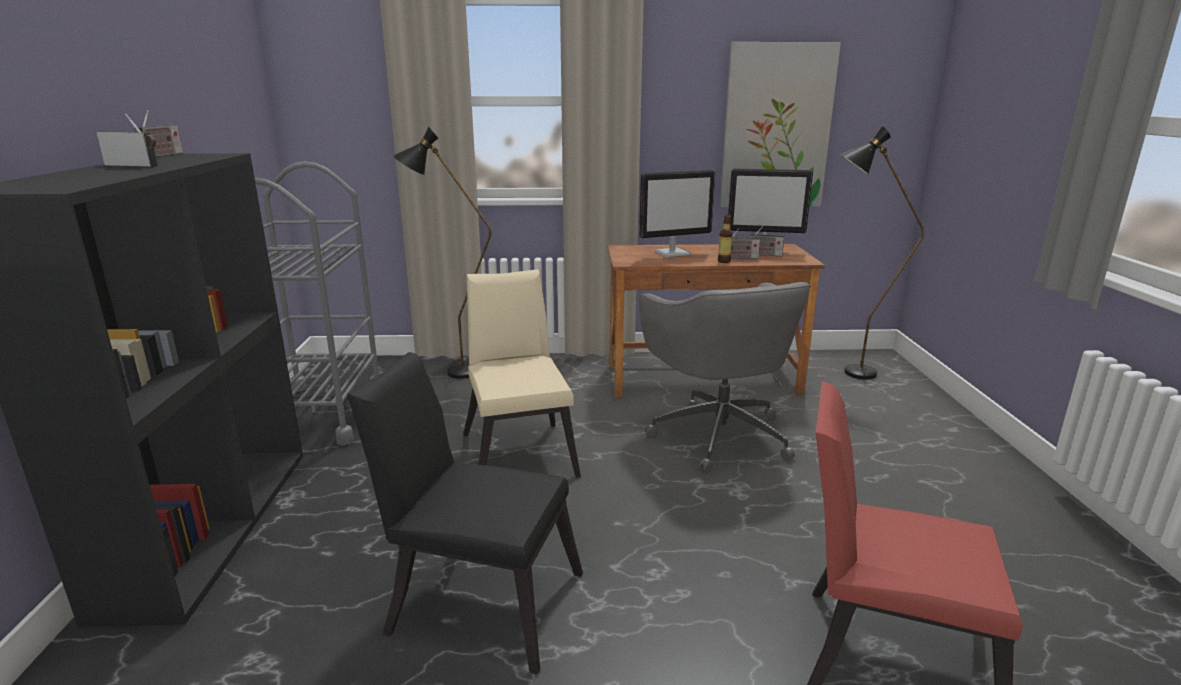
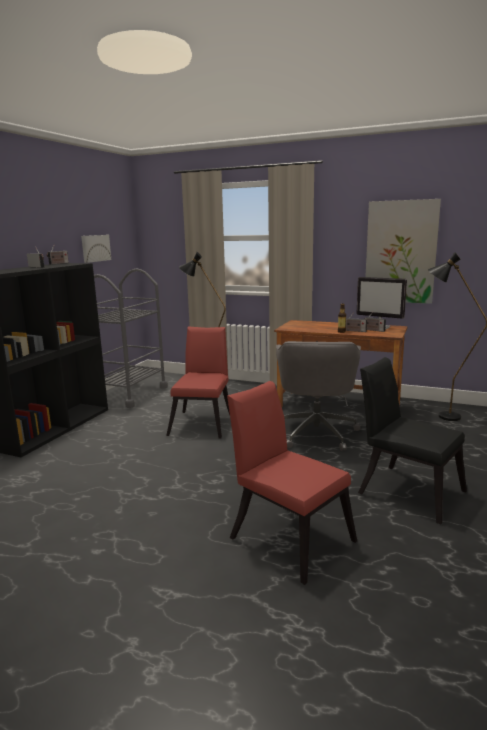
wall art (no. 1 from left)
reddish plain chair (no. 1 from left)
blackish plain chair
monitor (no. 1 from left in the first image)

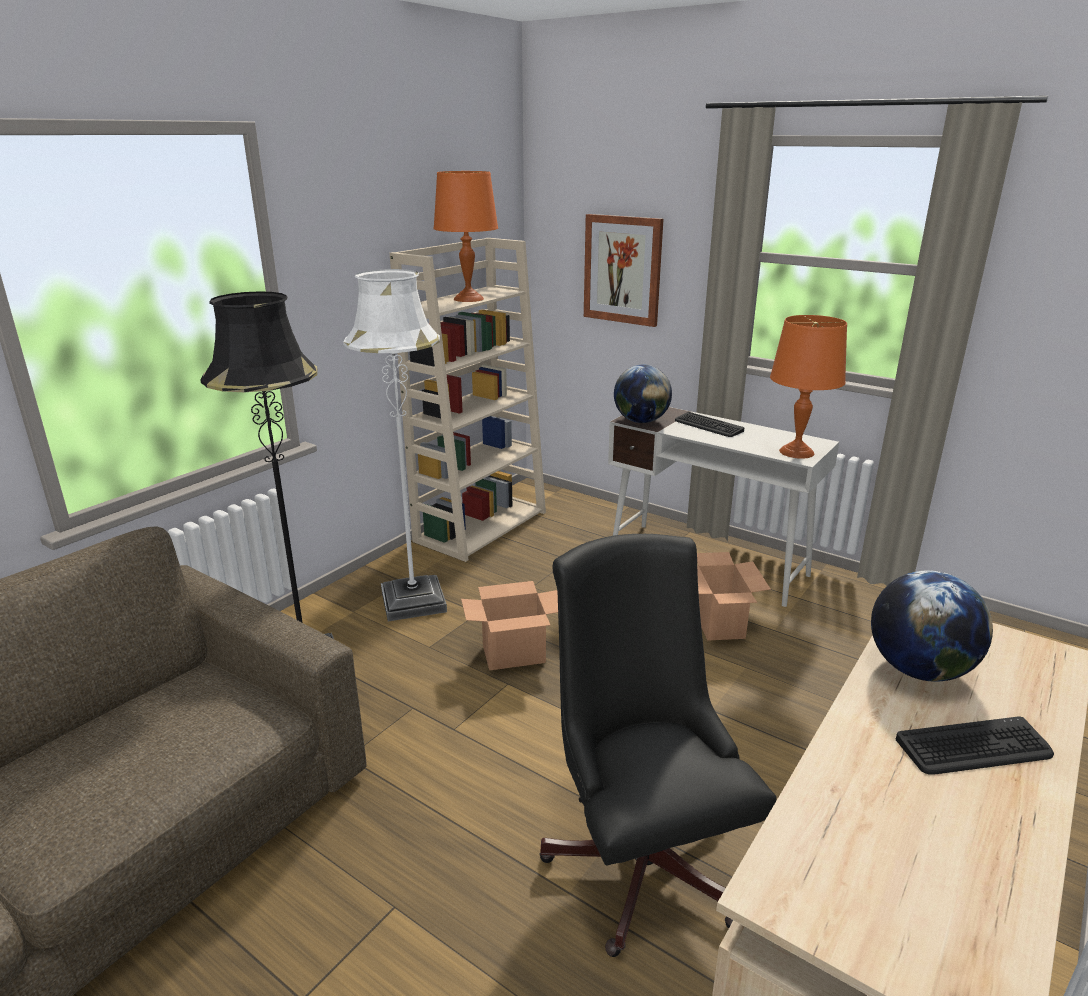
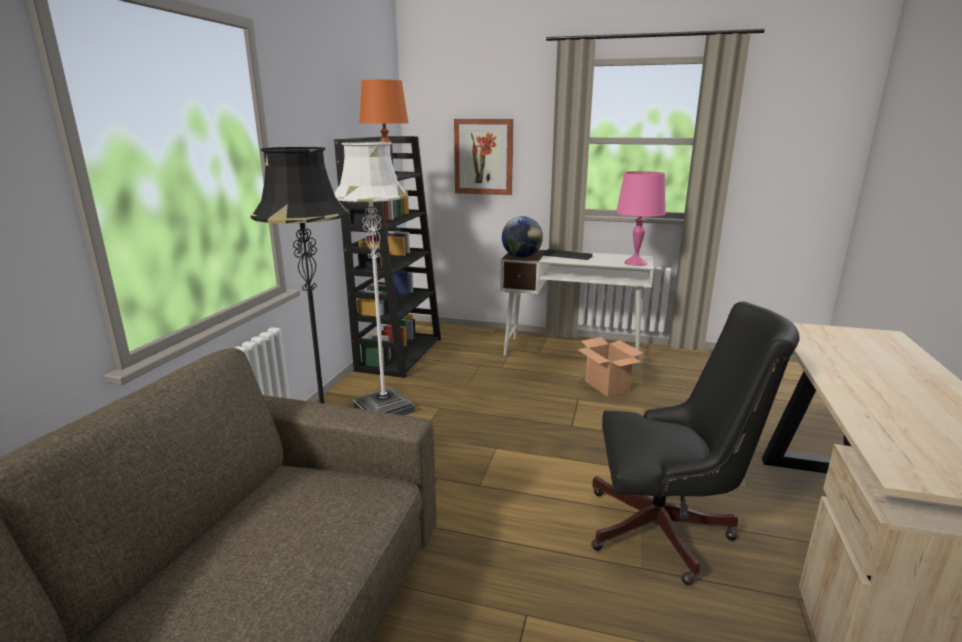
blackish bookcase
blackish desk chair
pink tabletop lamp
cardboard box (no. 1 from left in the first image)
globe (no. 2 from left in the first image)
computer keyboard (no. 2 from left in the first image)

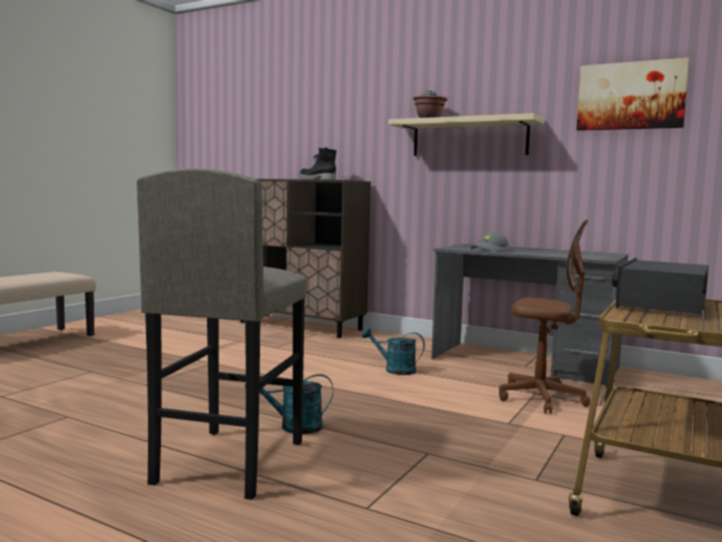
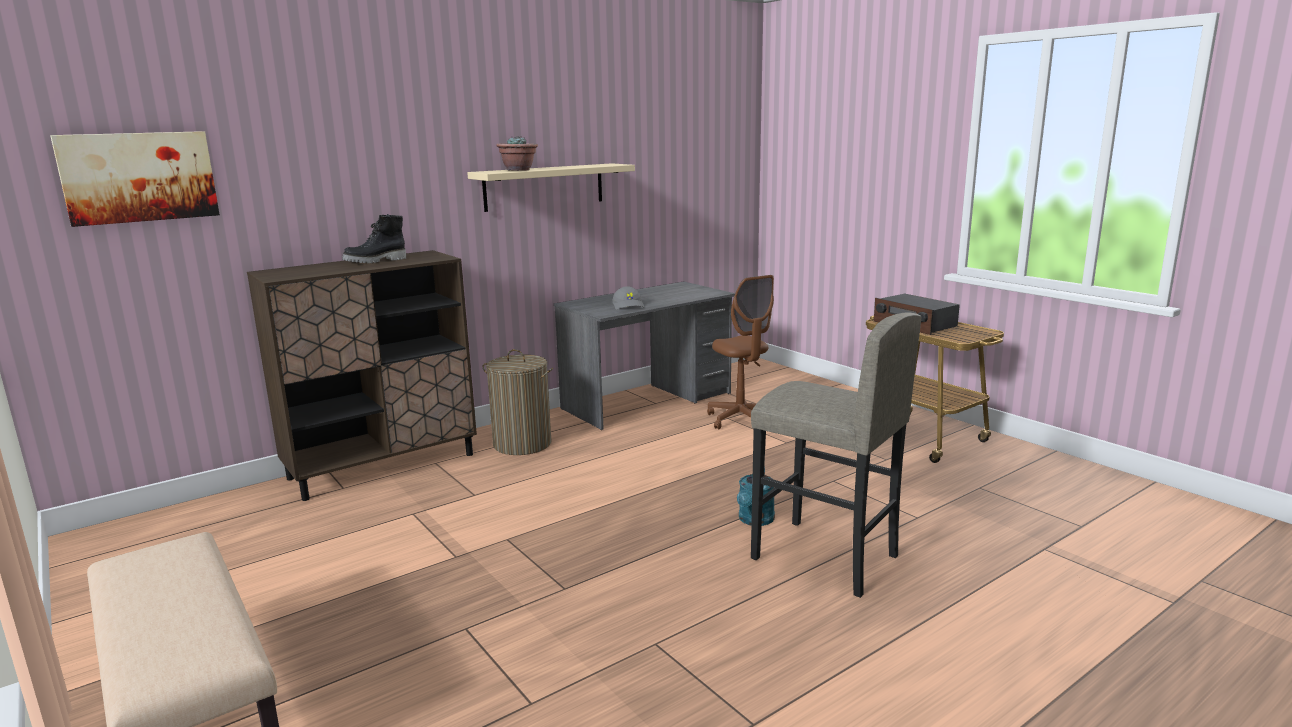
wall art
hamper
brown-coloured desk chair
turquoise sprinkling can (no. 2 from left in the first image)

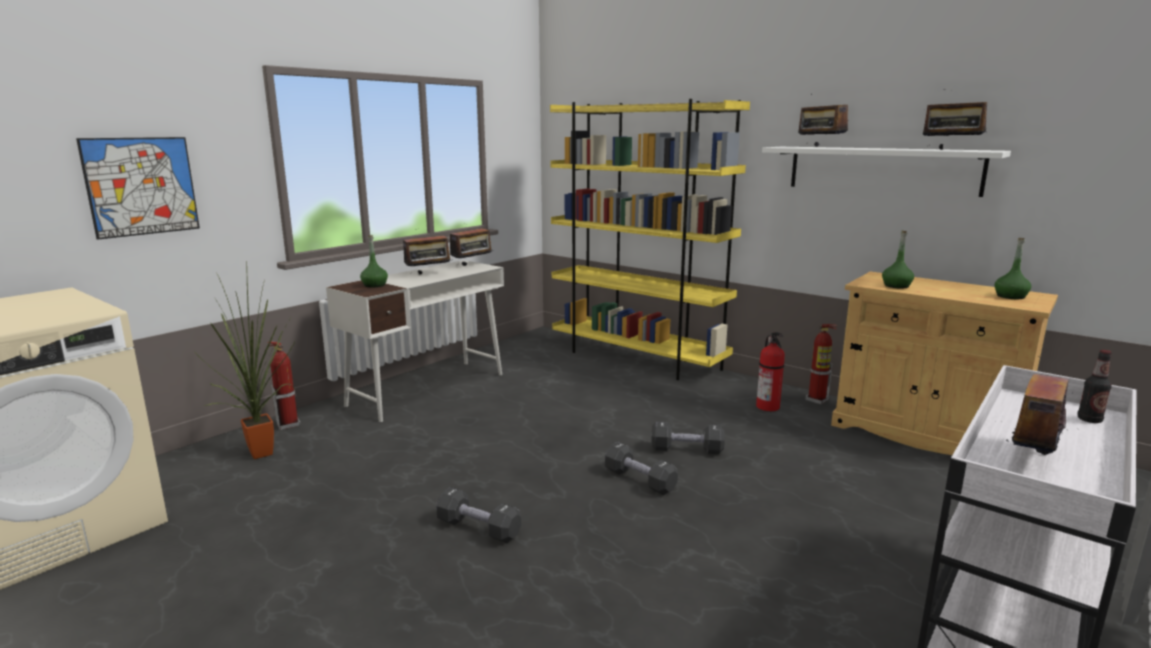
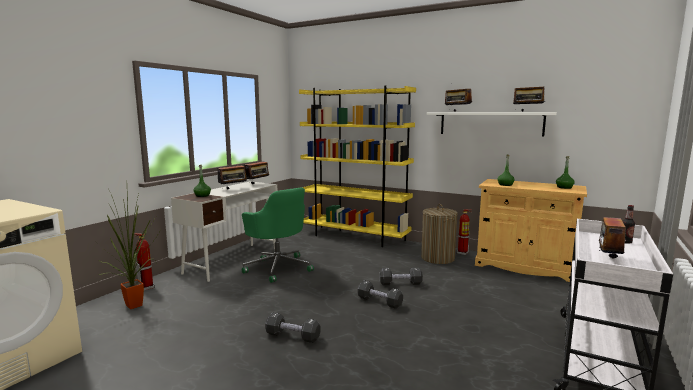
green-coloured desk chair
hamper
wall art

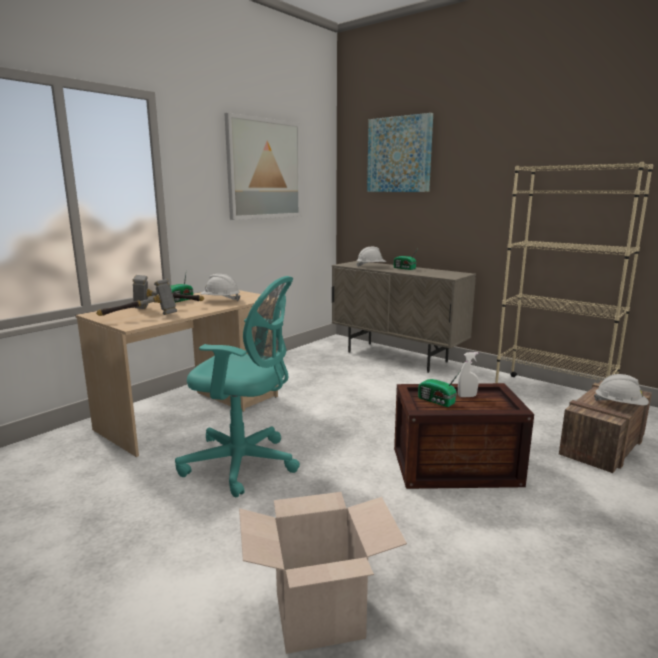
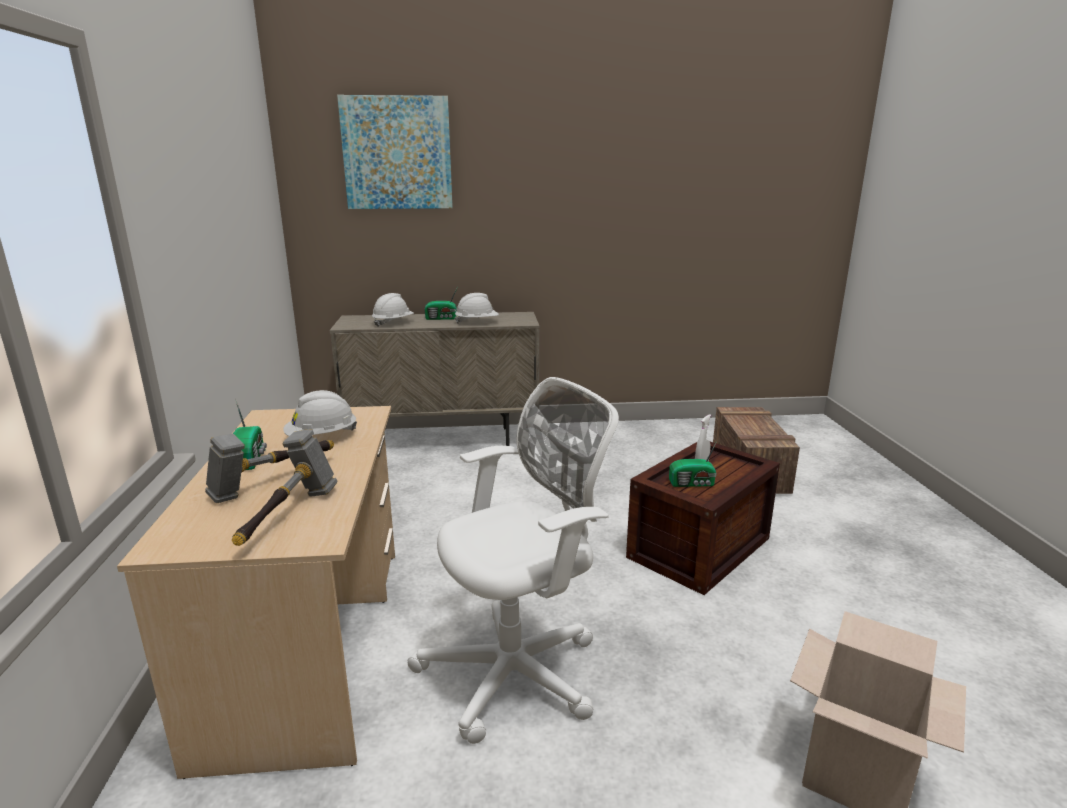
whitish desk chair
whitish hard hat (no. 3 from left)
wall art (no. 1 from left in the first image)
beige bookcase

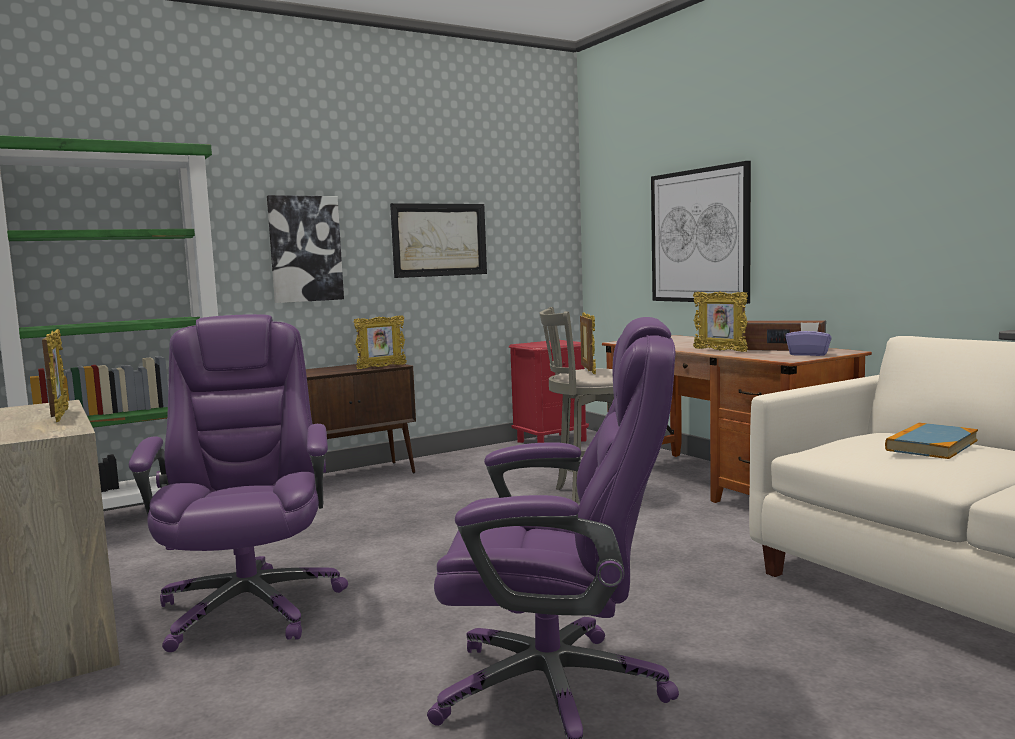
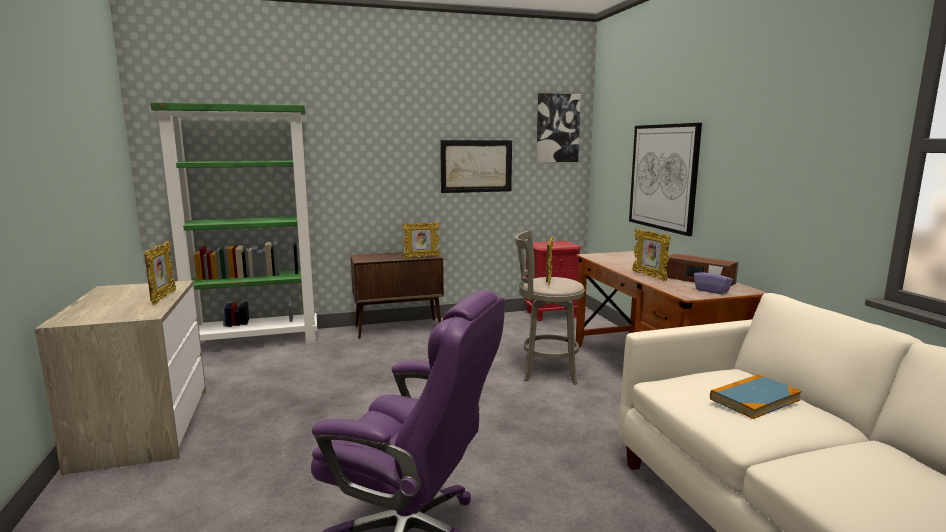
wall art (no. 2 from left)
purple-coloured desk chair (no. 1 from left in the first image)

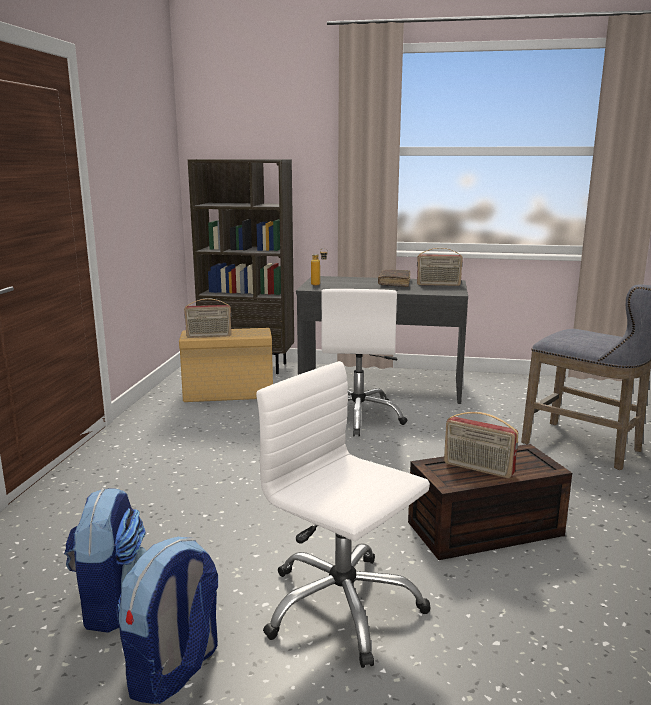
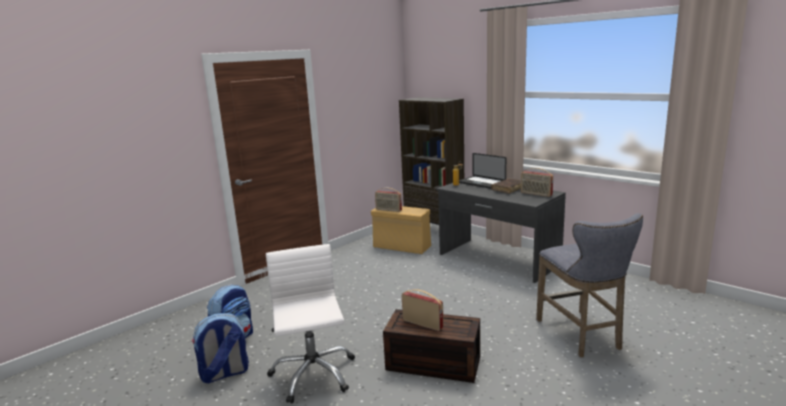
radio receiver (no. 2 from left)
notebook computer
whitish desk chair (no. 2 from left in the first image)

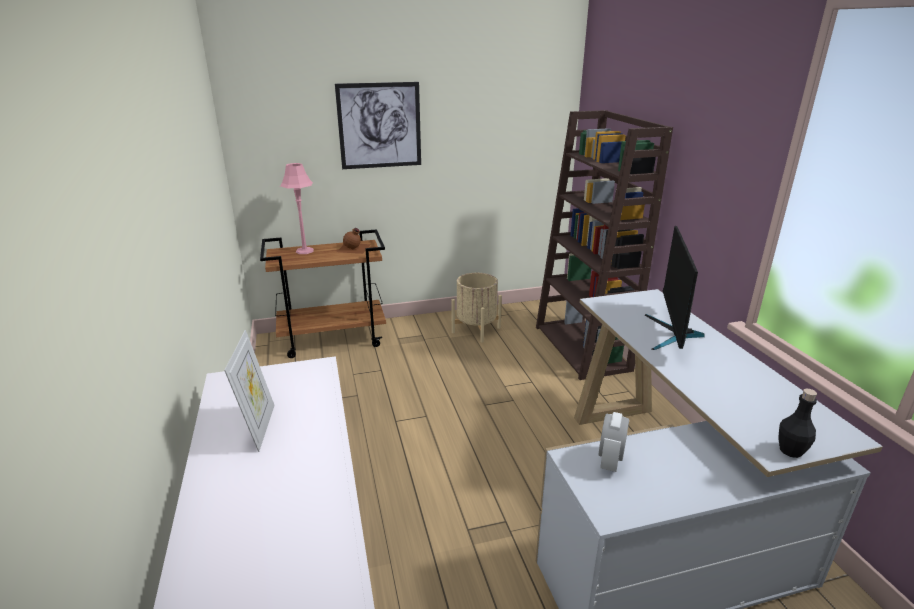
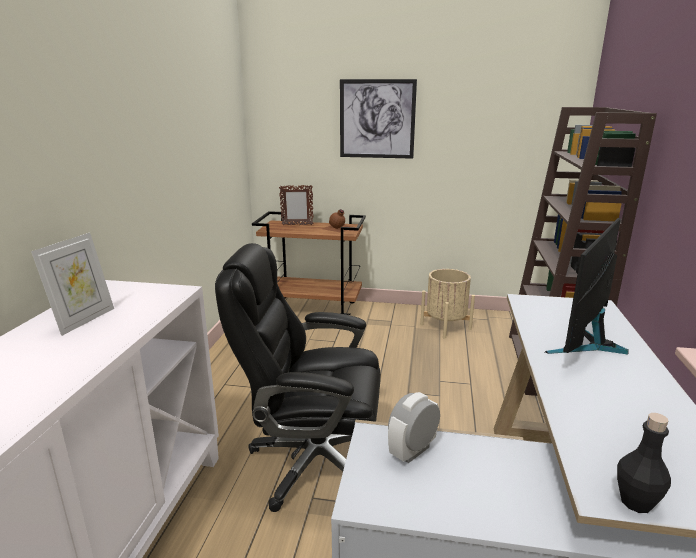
blackish desk chair
photo frame (no. 2 from left)

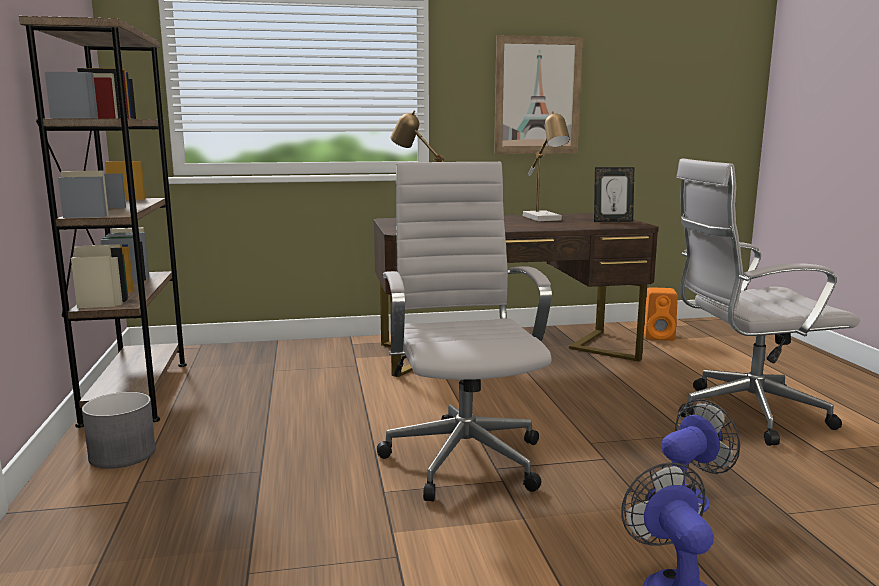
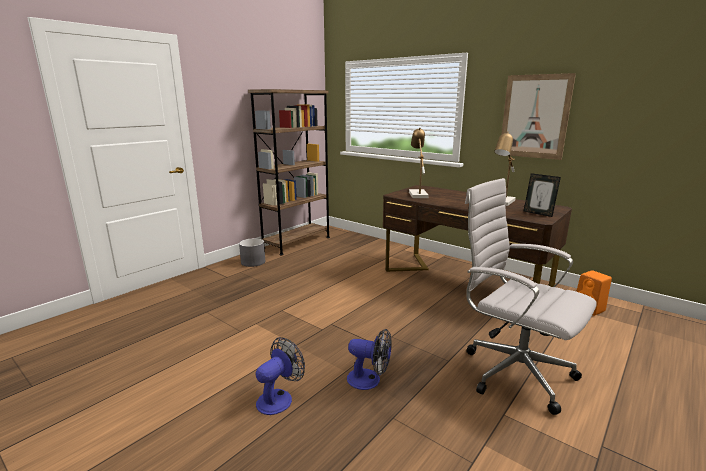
whitish desk chair (no. 1 from left in the first image)

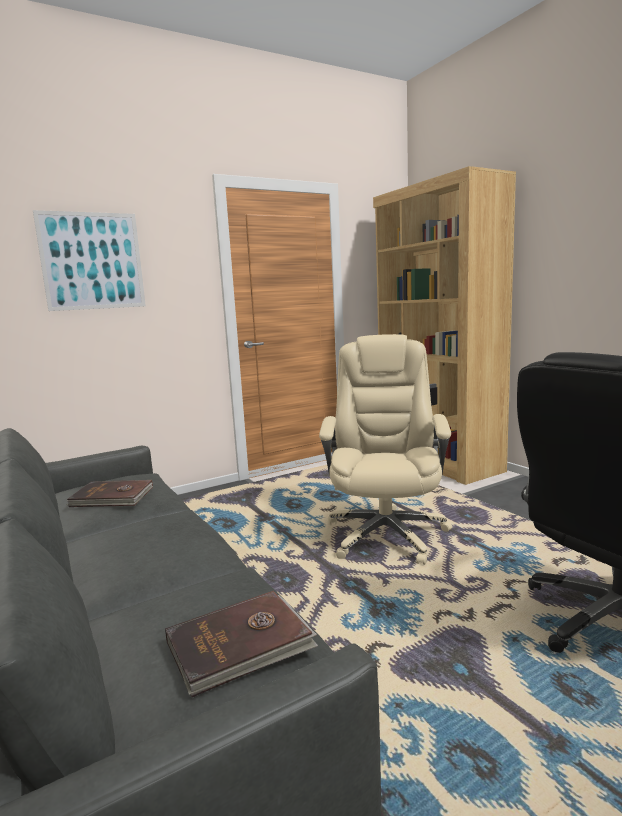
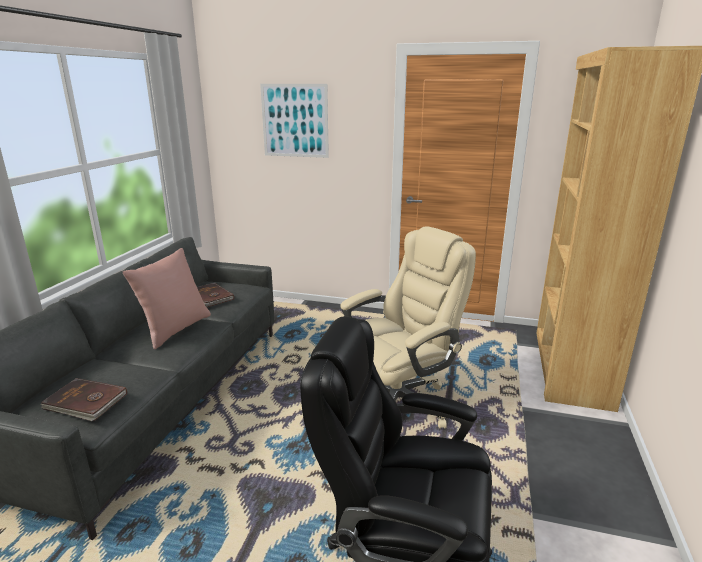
pink throw pillow

